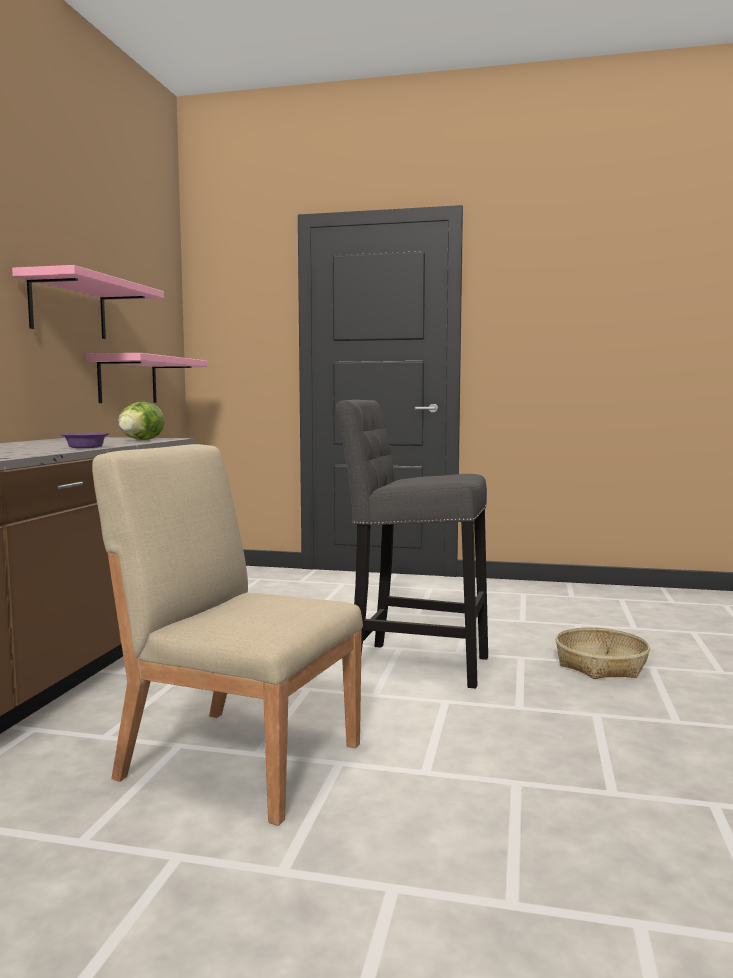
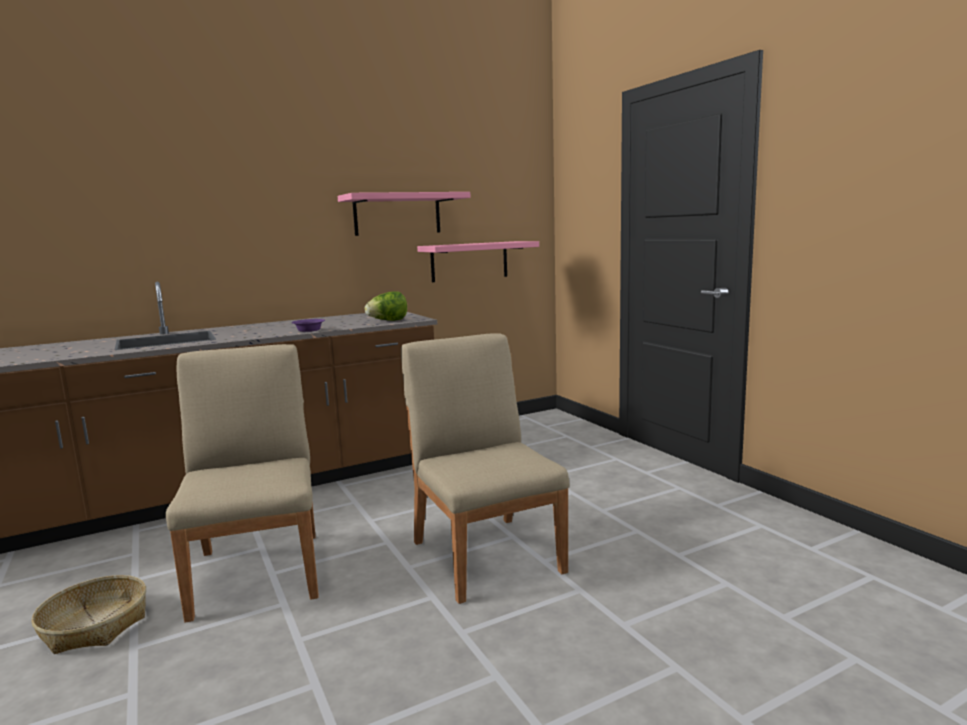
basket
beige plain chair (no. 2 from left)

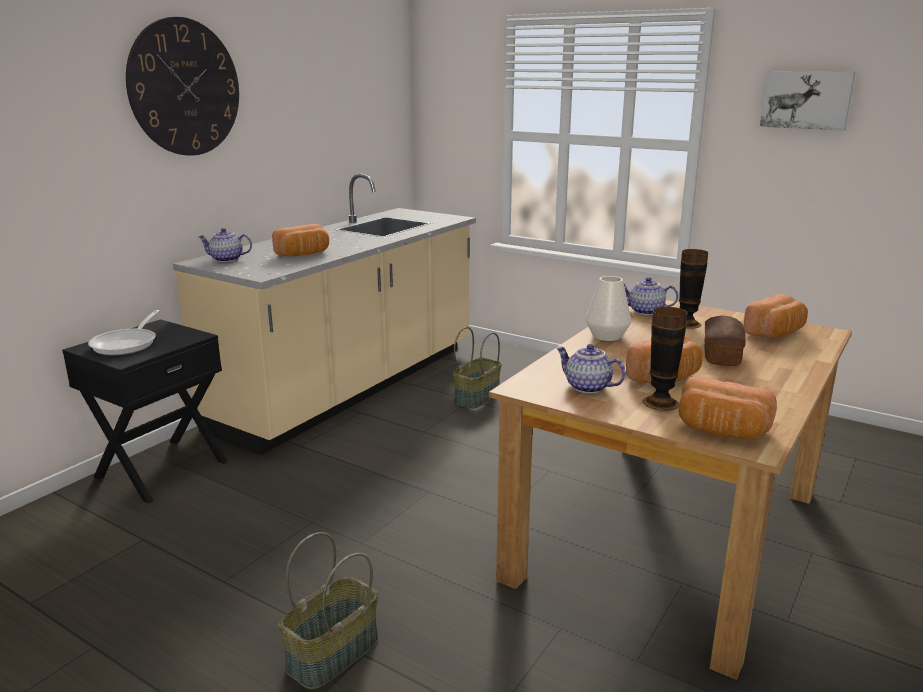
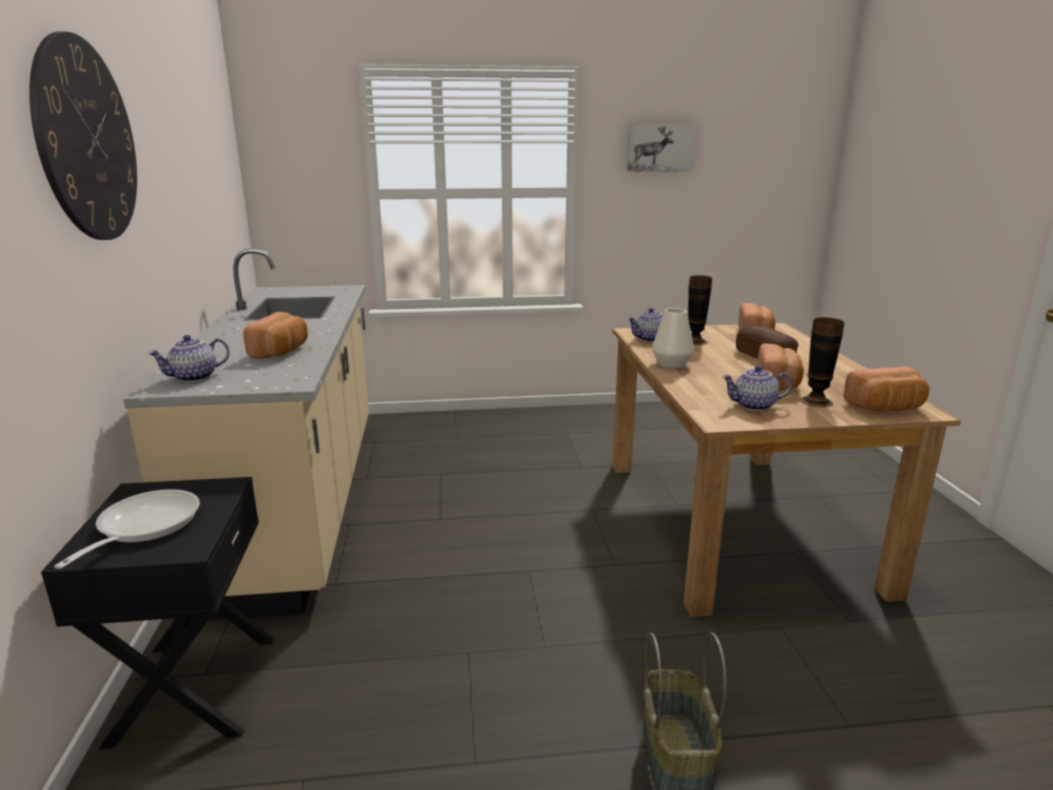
pan
basket (no. 2 from left in the first image)

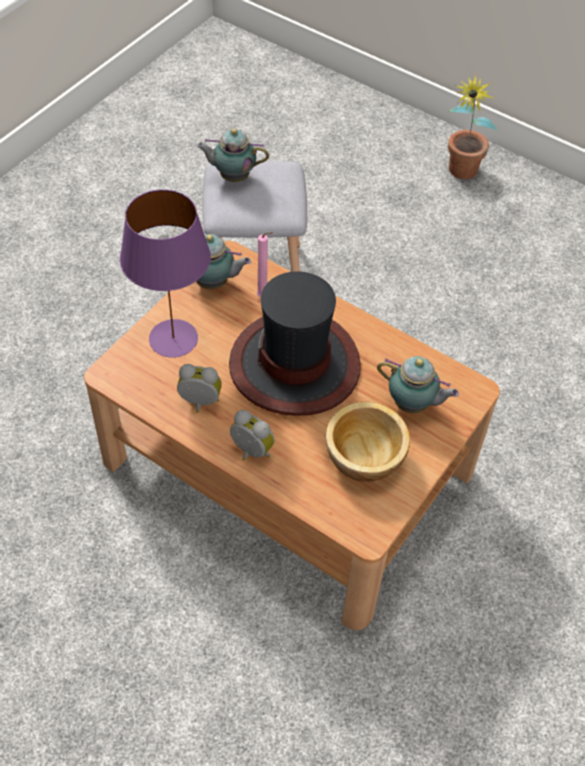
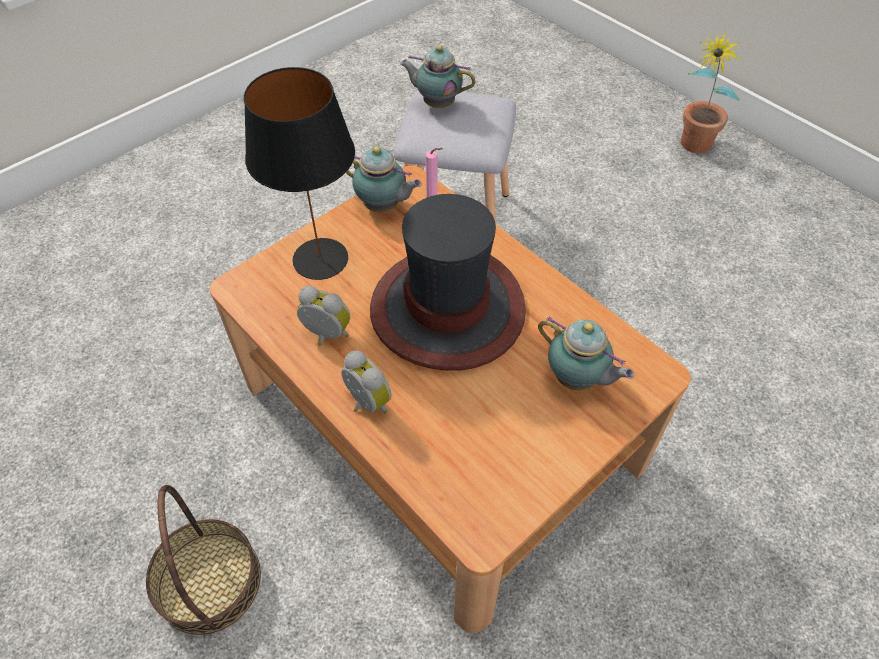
basket
blackish tabletop lamp
bowl

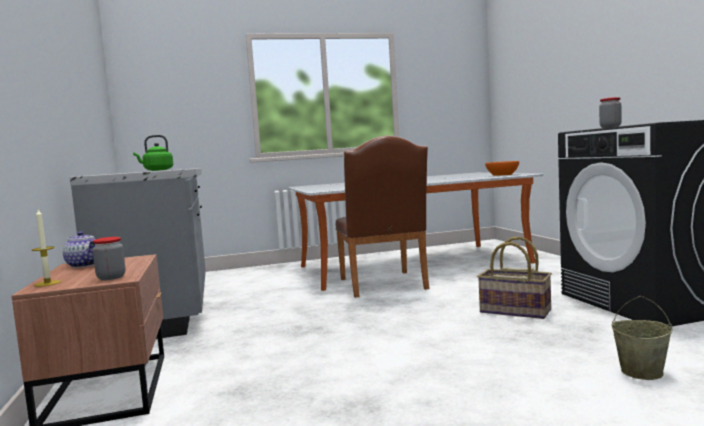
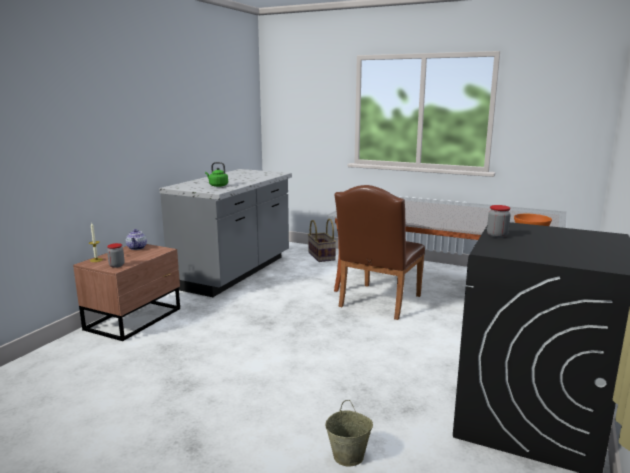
basket

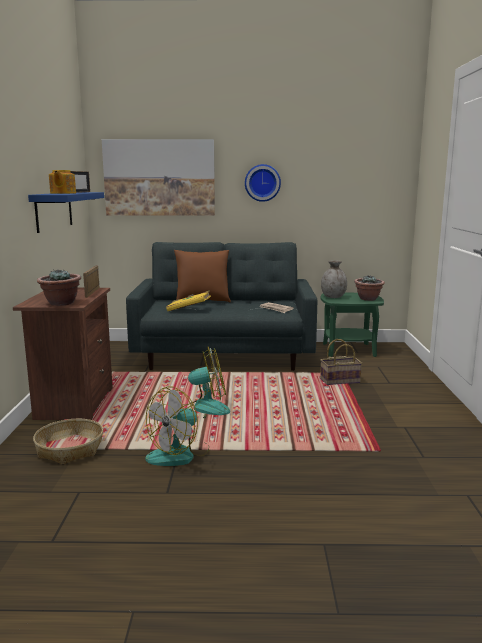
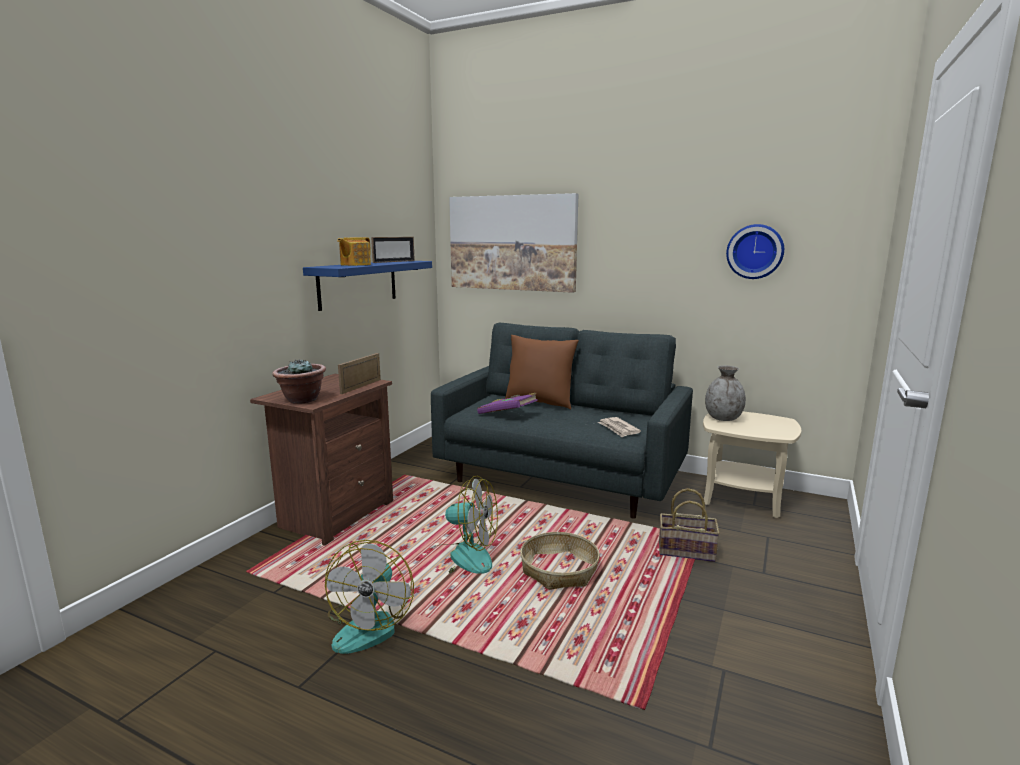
cooling fan (no. 1 from left)
purple-coloured book
basket (no. 1 from left)
beige accent table
hanging clock
plant in a pot (no. 2 from left in the first image)

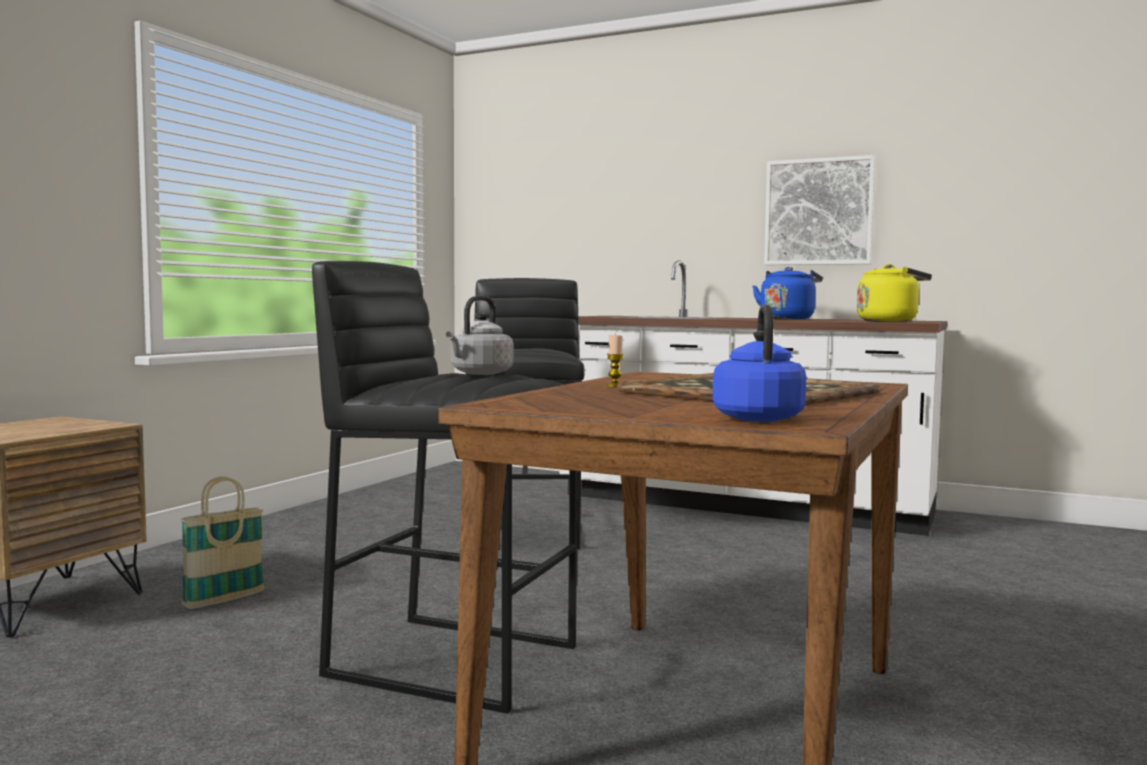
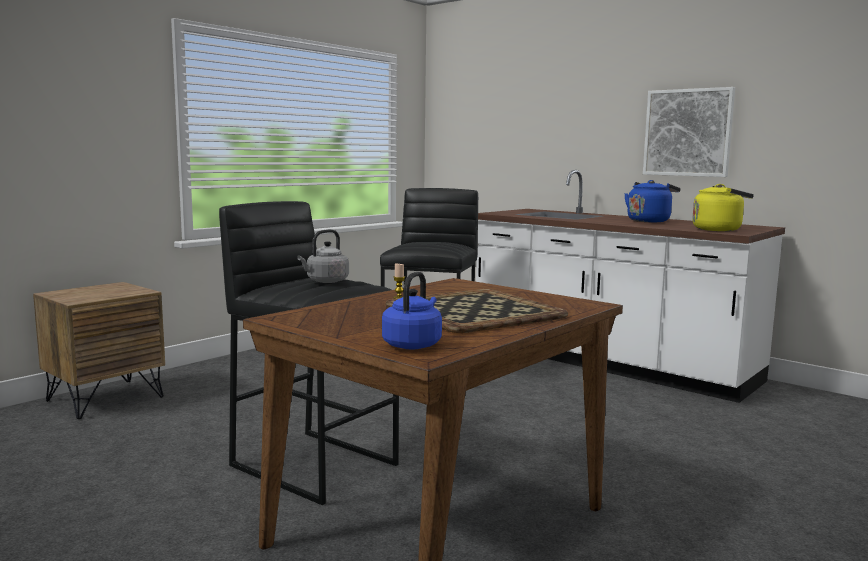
basket

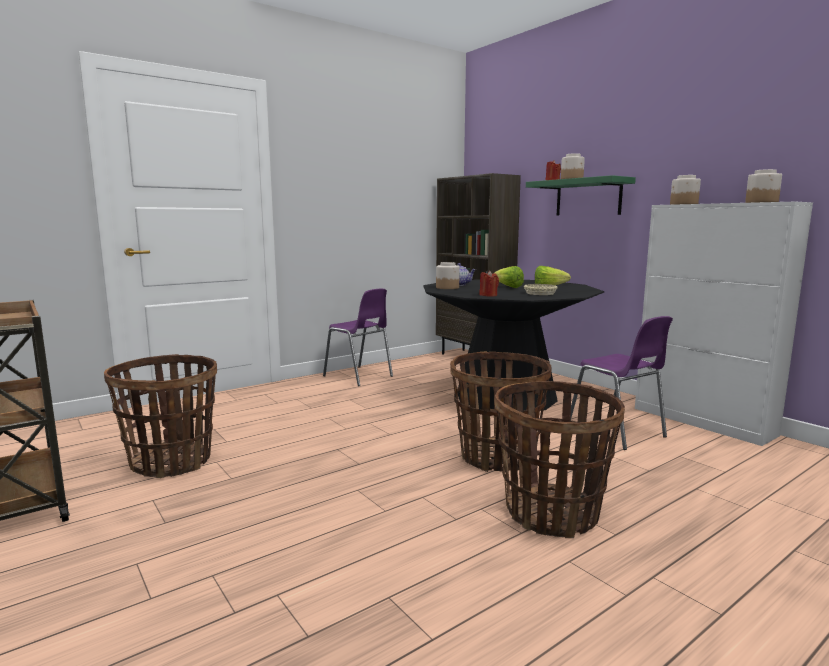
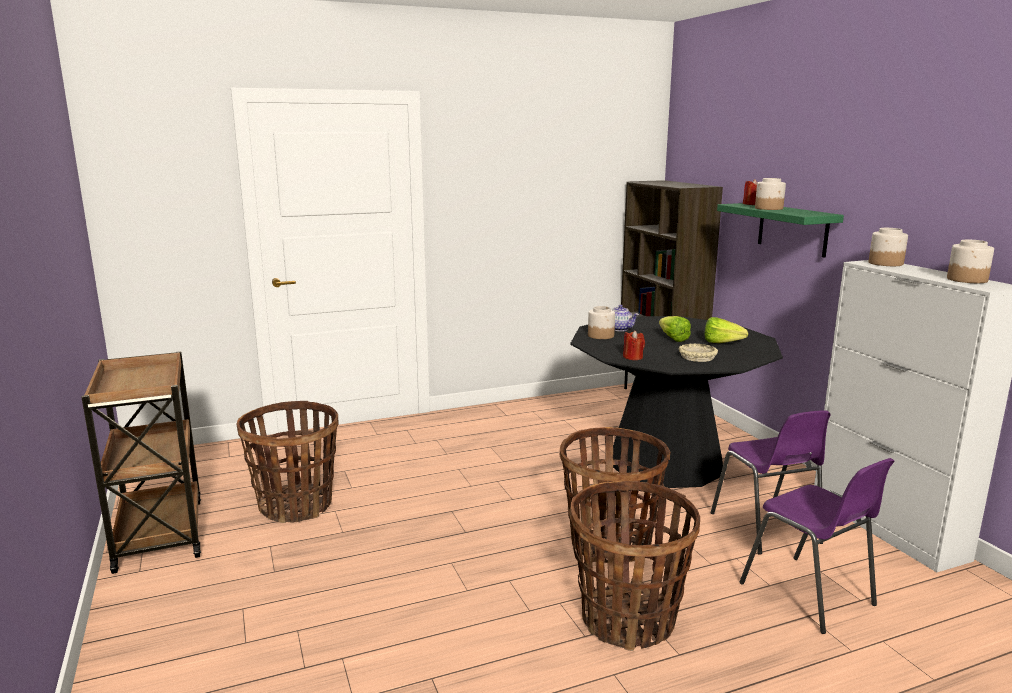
purple-coloured plain chair (no. 2 from left)

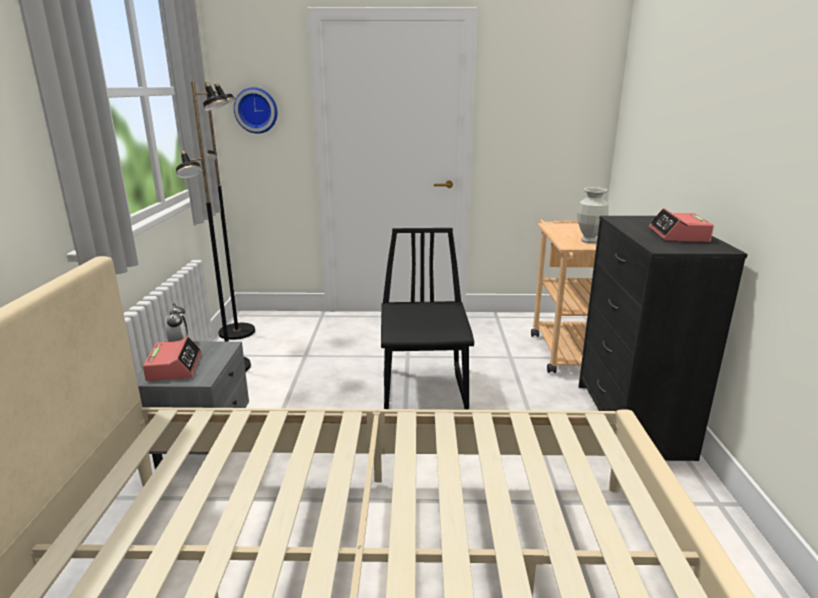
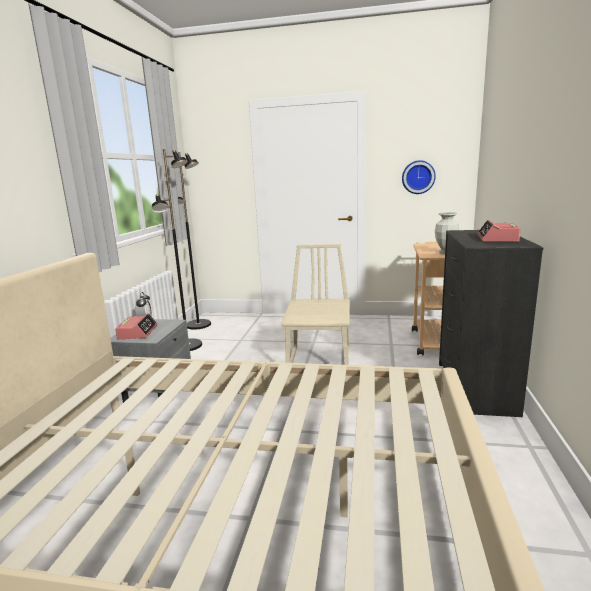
beige plain chair
hanging clock

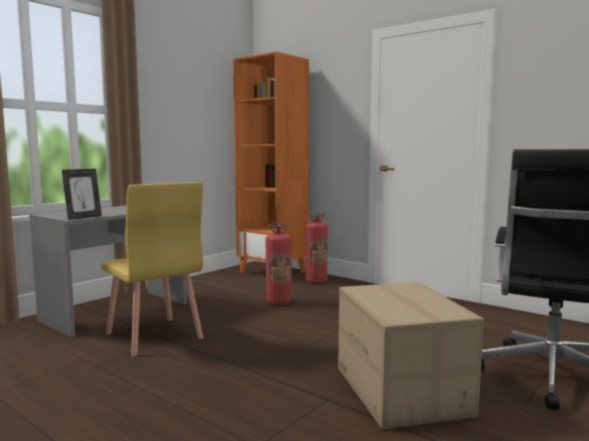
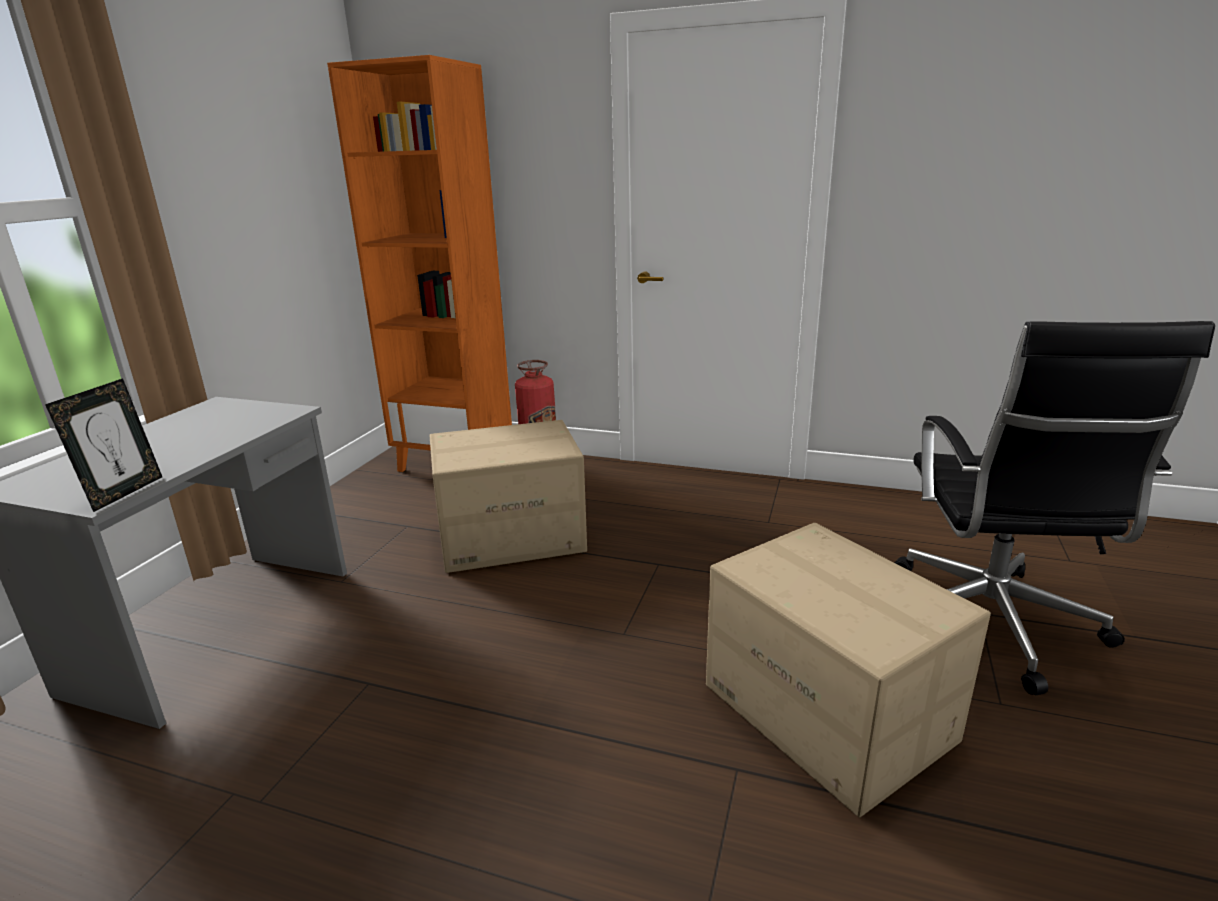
cardboard box (no. 1 from left)
yellowish plain chair

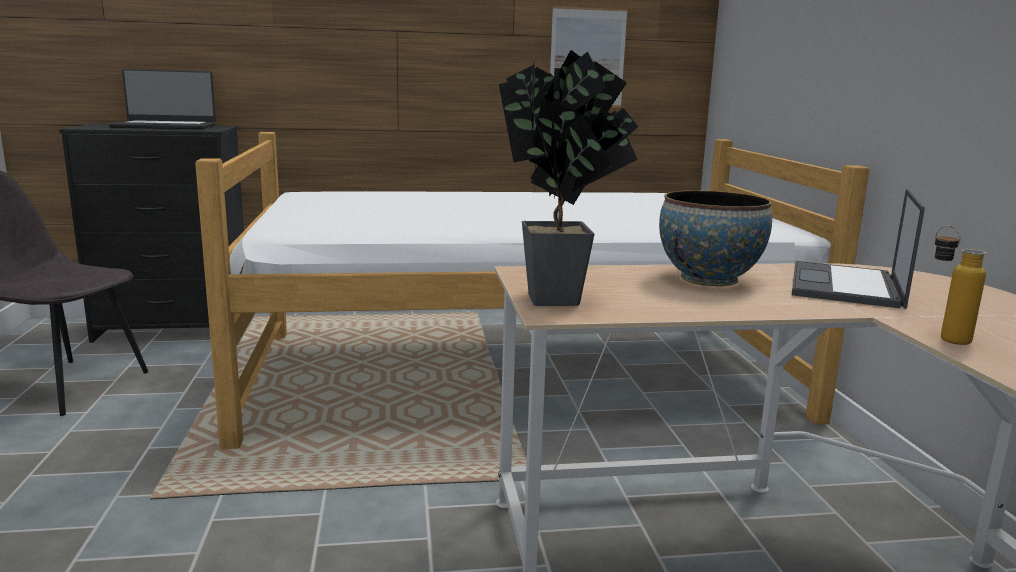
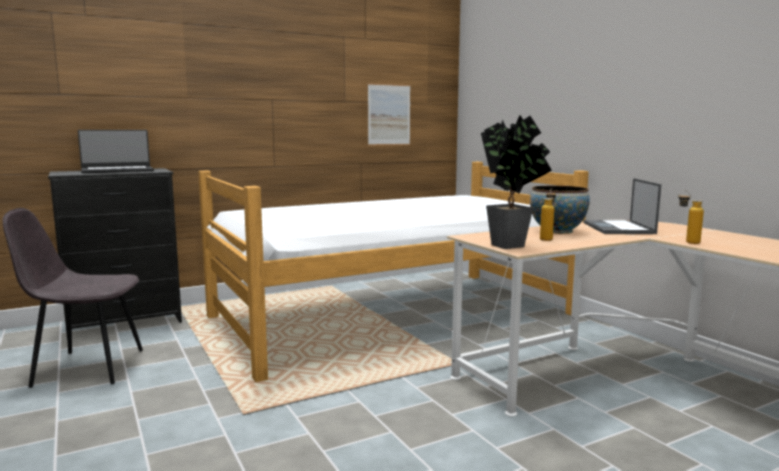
beverage bottle (no. 1 from left)

